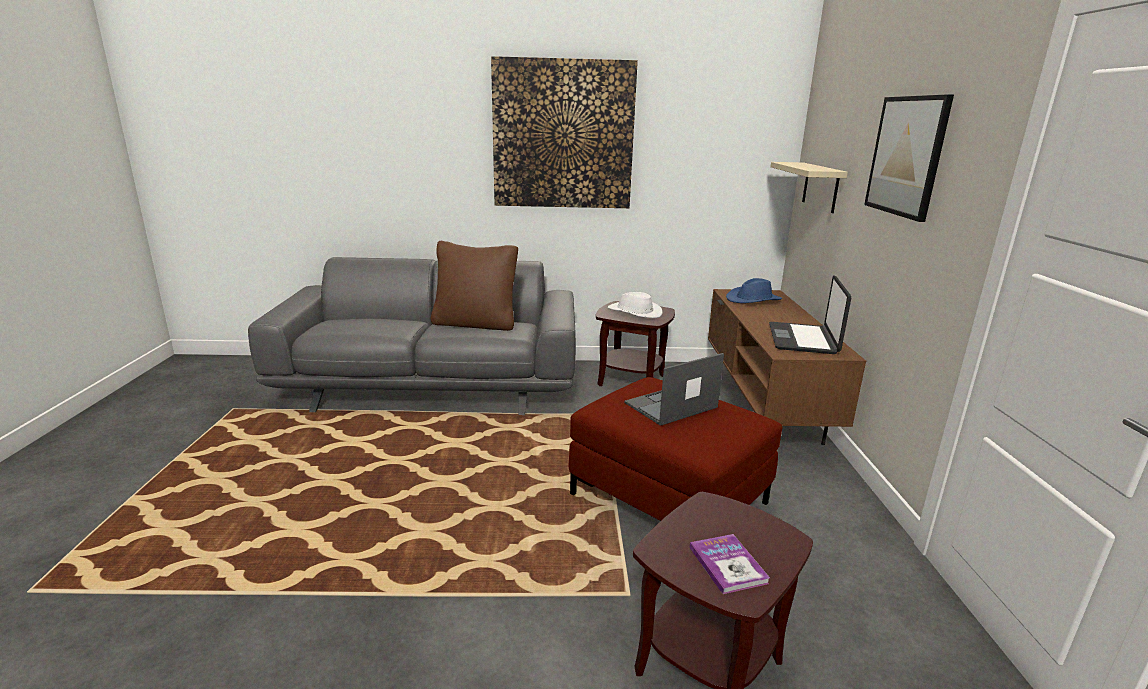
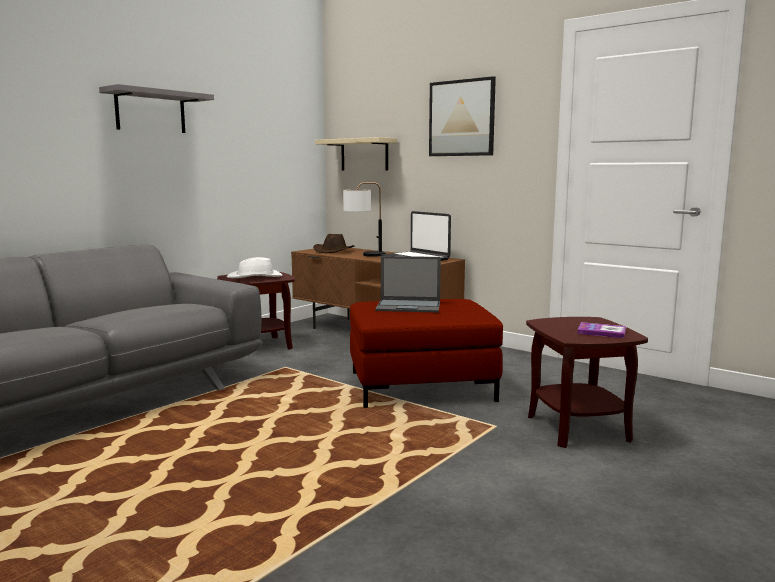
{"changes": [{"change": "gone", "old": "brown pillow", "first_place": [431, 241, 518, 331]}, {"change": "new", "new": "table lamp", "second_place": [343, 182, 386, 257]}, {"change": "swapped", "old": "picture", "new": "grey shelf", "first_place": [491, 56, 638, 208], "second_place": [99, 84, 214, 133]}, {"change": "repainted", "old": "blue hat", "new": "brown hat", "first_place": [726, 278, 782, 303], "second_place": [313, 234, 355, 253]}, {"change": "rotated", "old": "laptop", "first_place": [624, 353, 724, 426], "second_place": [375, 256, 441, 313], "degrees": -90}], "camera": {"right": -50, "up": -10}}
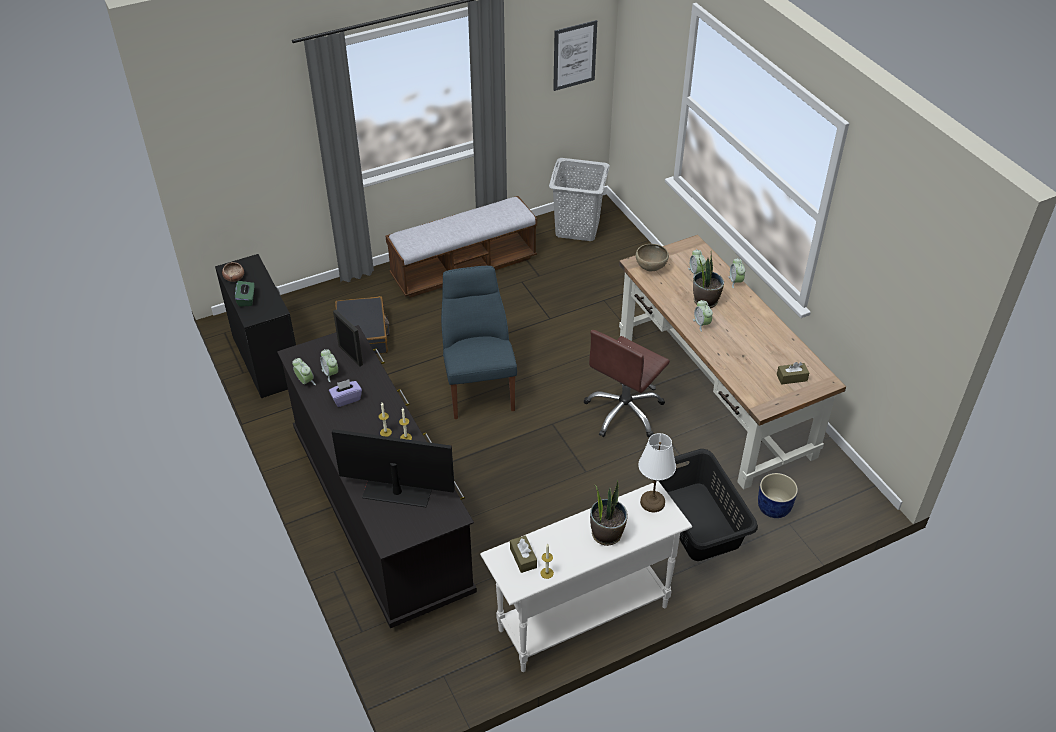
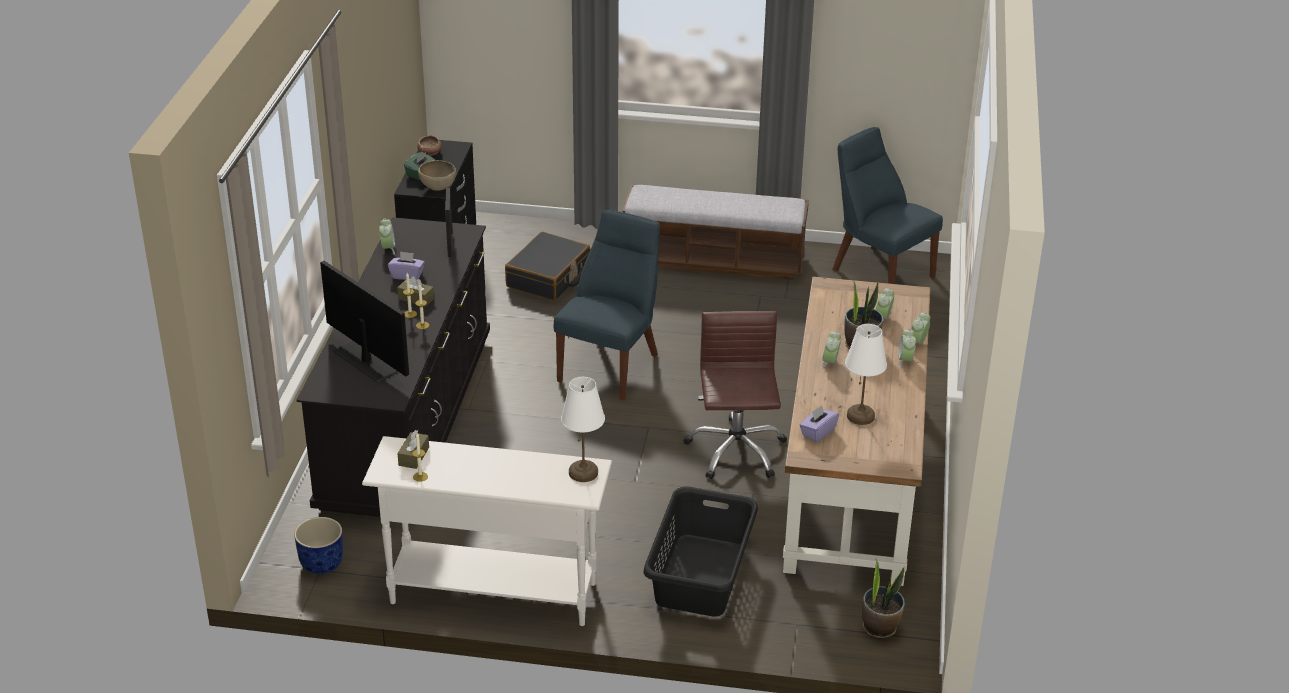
{"changes": [{"change": "gone", "old": "picture", "first_place": [553, 20, 597, 91]}, {"change": "new", "new": "purple tissue box", "second_place": [800, 405, 839, 442]}, {"change": "new", "new": "white table lamp", "second_place": [845, 324, 887, 425]}, {"change": "shifted", "old": "alarm clock", "first_place": [320, 349, 338, 382], "second_place": [898, 329, 916, 368]}, {"change": "shifted", "old": "potted plant", "first_place": [590, 480, 628, 546], "second_place": [862, 559, 905, 639]}, {"change": "shifted", "old": "brown bowl", "first_place": [636, 244, 669, 271], "second_place": [418, 160, 456, 191]}, {"change": "shifted", "old": "blue planter", "first_place": [758, 473, 798, 518], "second_place": [294, 517, 343, 574]}, {"change": "shifted", "old": "brown tissue box", "first_place": [777, 362, 809, 385], "second_place": [397, 276, 434, 307]}, {"change": "swapped", "old": "grey laundry basket", "new": "blue chair", "first_place": [549, 158, 610, 241], "second_place": [832, 127, 943, 284]}, {"change": "rotated", "old": "brown office chair", "first_place": [584, 330, 670, 438], "second_place": [684, 311, 787, 479], "degrees": 105}], "camera": {"right": 35, "up": -10}}
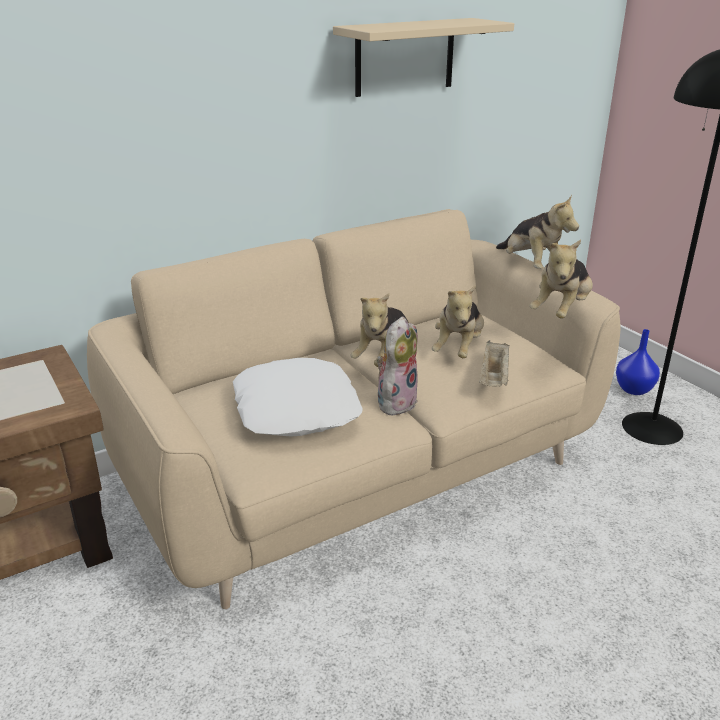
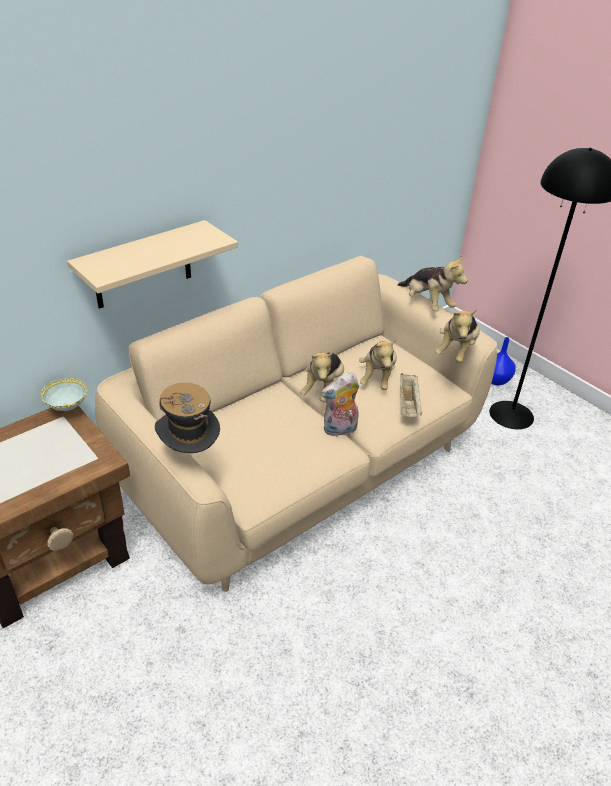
{"changes": [{"change": "gone", "old": "white pillow", "first_place": [233, 358, 363, 437]}, {"change": "new", "new": "bowl", "second_place": [41, 378, 87, 411]}, {"change": "new", "new": "hat", "second_place": [155, 382, 220, 453]}, {"change": "shifted", "old": "beige shelf", "first_place": [333, 18, 514, 97], "second_place": [67, 220, 238, 309]}, {"change": "rotated", "old": "plush toy", "first_place": [377, 316, 418, 415], "second_place": [321, 372, 359, 437], "degrees": -135}], "camera": {"right": -10, "up": 10}}
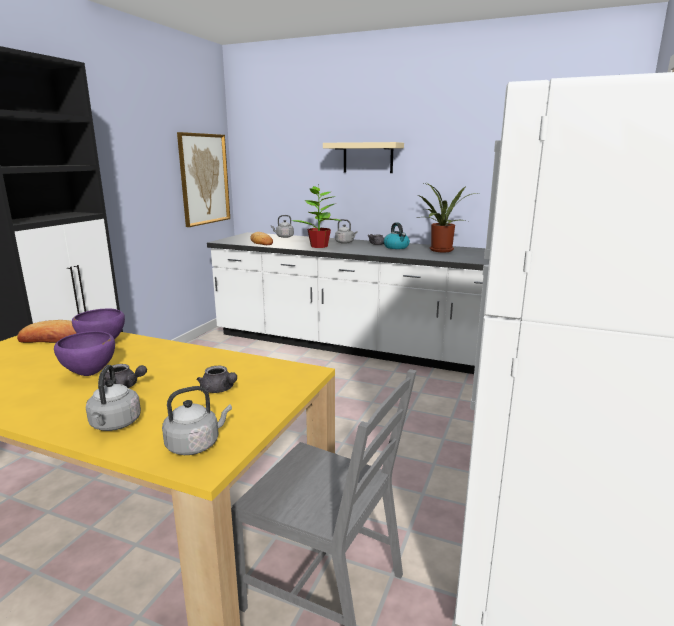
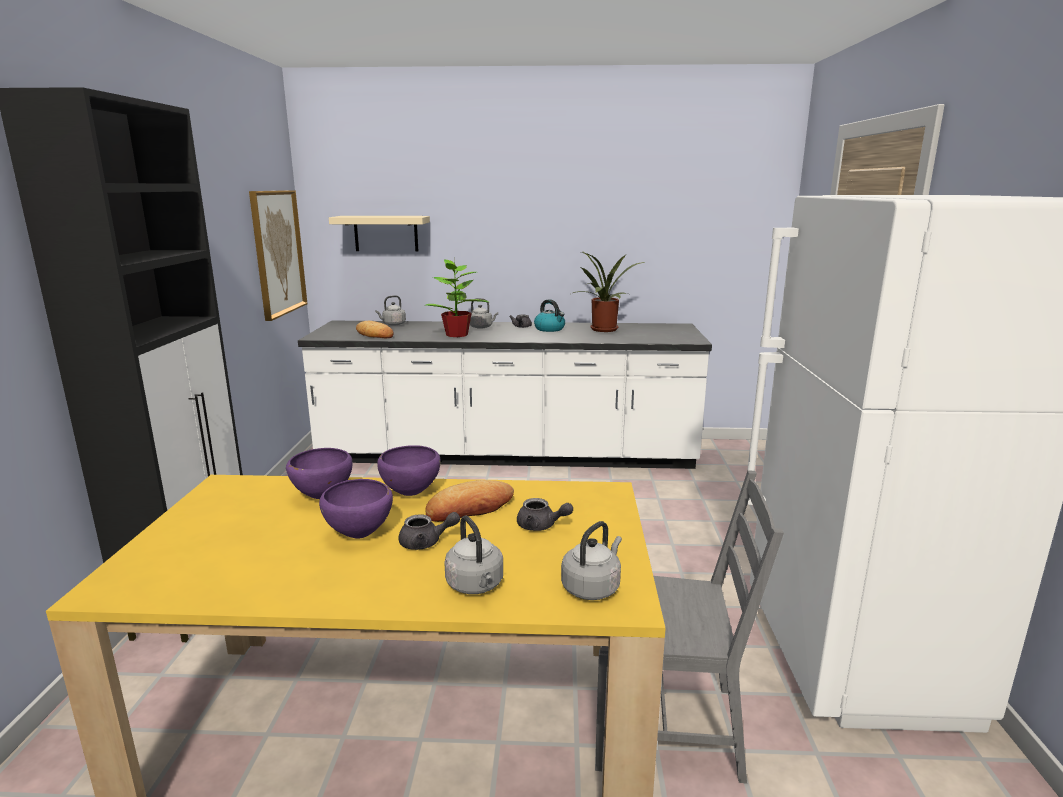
{"changes": [{"change": "new", "new": "purple bowl", "second_place": [377, 445, 441, 496]}, {"change": "shifted", "old": "bread", "first_place": [17, 320, 76, 343], "second_place": [425, 480, 514, 522]}, {"change": "shifted", "old": "beige shelf", "first_place": [323, 142, 404, 173], "second_place": [329, 216, 430, 252]}], "camera": {"right": -20, "up": 0}}
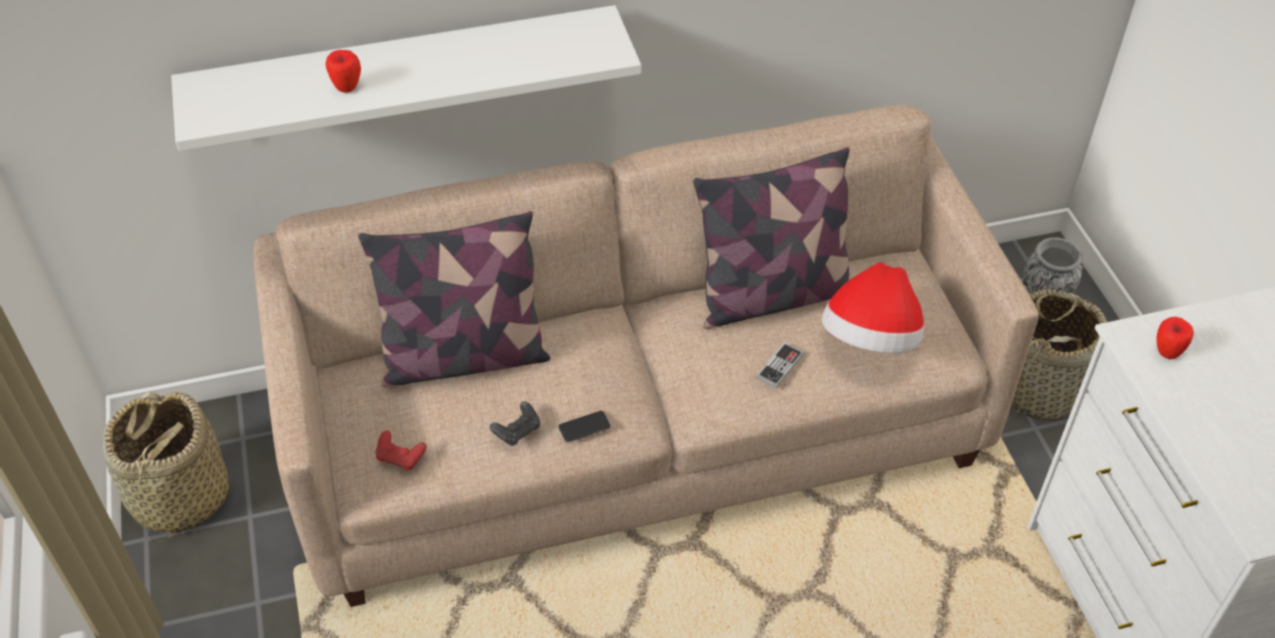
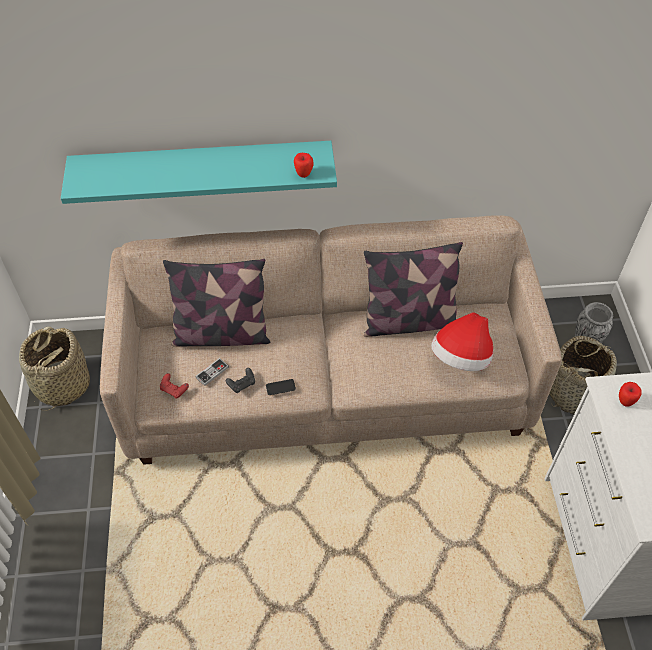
{"changes": [{"change": "shifted", "old": "apple", "first_place": [326, 50, 361, 92], "second_place": [294, 153, 314, 178]}, {"change": "shifted", "old": "game controller", "first_place": [756, 342, 804, 388], "second_place": [195, 358, 229, 386]}, {"change": "repainted", "old": "white shelf", "new": "turquoise shelf", "first_place": [171, 5, 641, 151], "second_place": [61, 141, 337, 204]}], "camera": {"right": 10, "up": 5}}
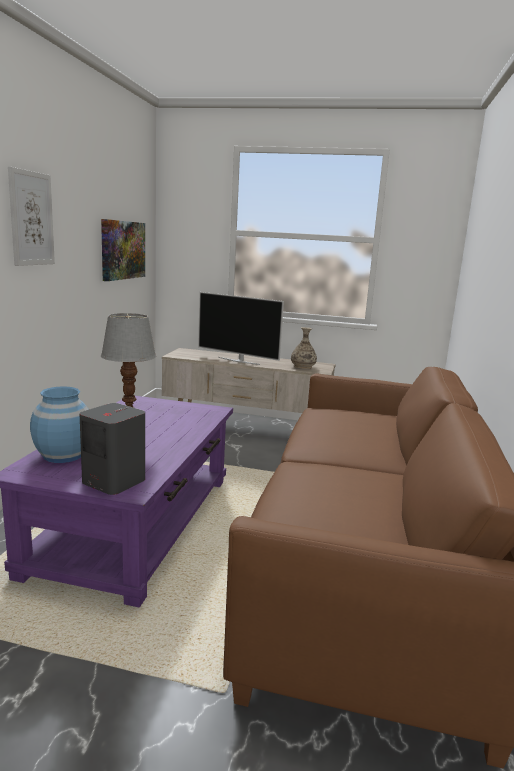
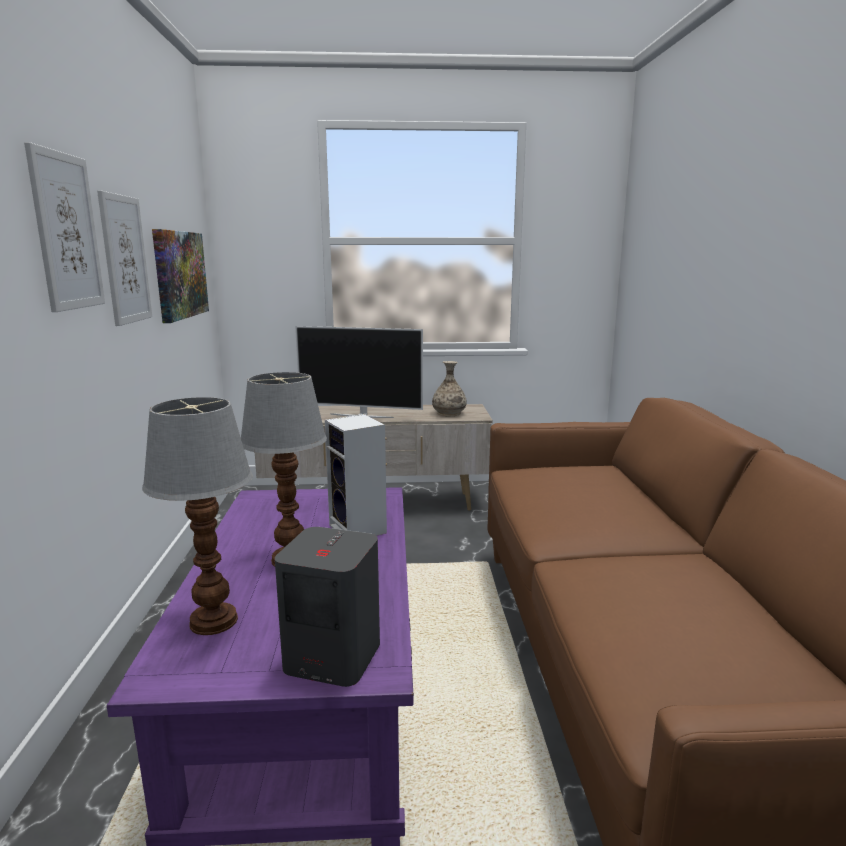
{"changes": [{"change": "new", "new": "picture", "second_place": [97, 191, 152, 326]}, {"change": "new", "new": "speaker", "second_place": [325, 414, 387, 536]}, {"change": "swapped", "old": "blue vase", "new": "table lamp", "first_place": [30, 387, 89, 463], "second_place": [142, 397, 253, 635]}], "camera": {"right": -15, "up": 0}}
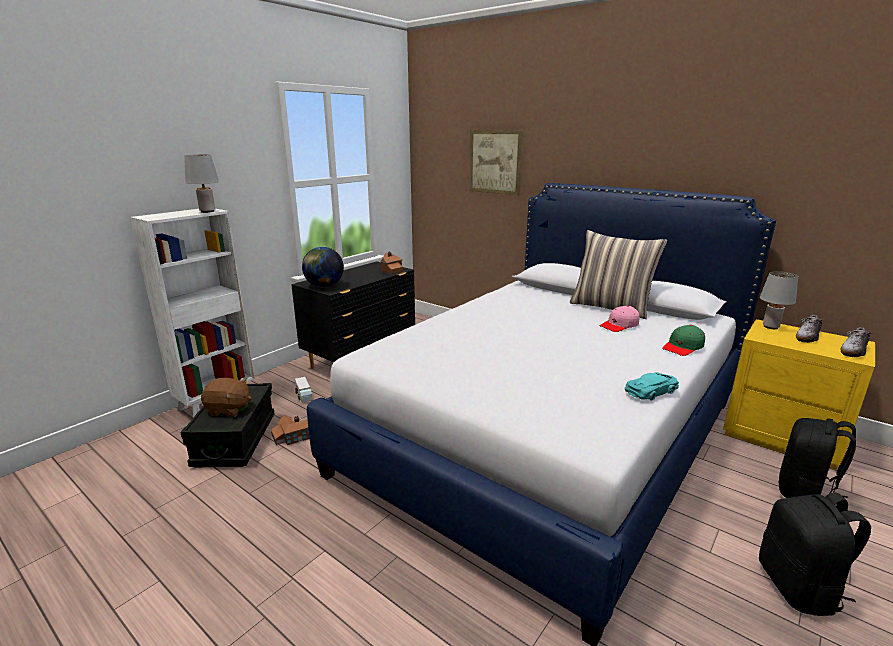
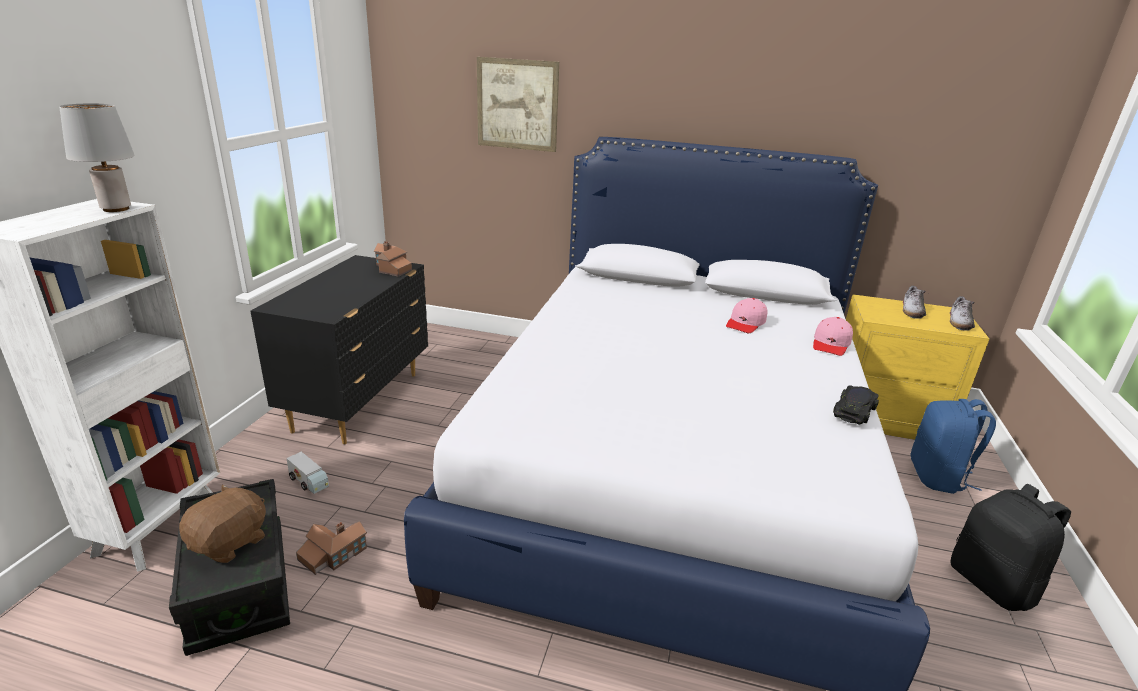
{"changes": [{"change": "gone", "old": "globe", "first_place": [302, 247, 344, 287]}, {"change": "gone", "old": "pillow", "first_place": [570, 230, 667, 319]}, {"change": "gone", "old": "grey table lamp", "first_place": [760, 271, 799, 329]}, {"change": "repainted", "old": "turquoise toy car", "new": "black toy car", "first_place": [625, 372, 679, 401], "second_place": [833, 385, 879, 425]}, {"change": "repainted", "old": "green cap", "new": "pink cap", "first_place": [662, 325, 705, 356], "second_place": [813, 317, 853, 356]}, {"change": "repainted", "old": "black backpack", "new": "blue backpack", "first_place": [778, 418, 856, 507], "second_place": [910, 399, 996, 494]}, {"change": "rotated", "old": "brown plush toy", "first_place": [201, 378, 251, 417], "second_place": [179, 484, 266, 563], "degrees": -45}], "camera": {"right": -25, "up": 5}}
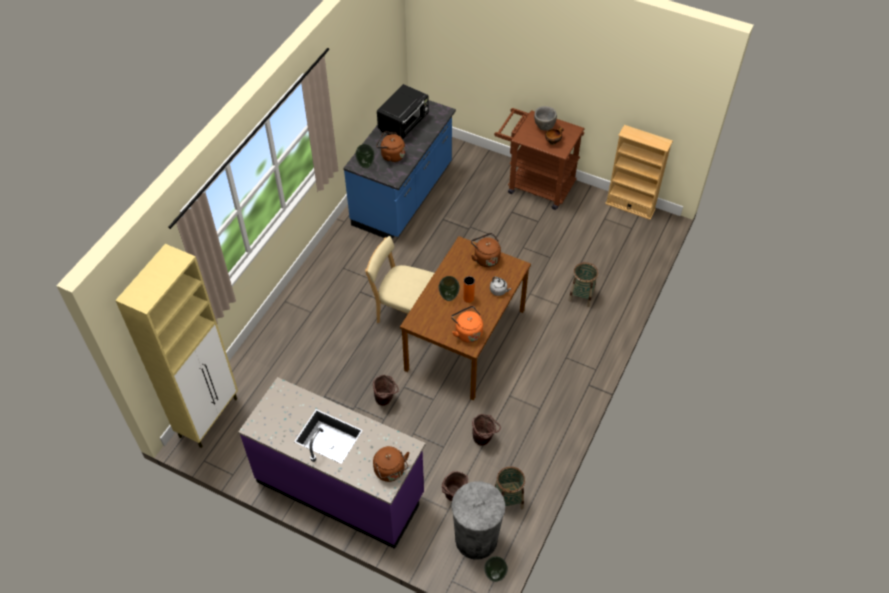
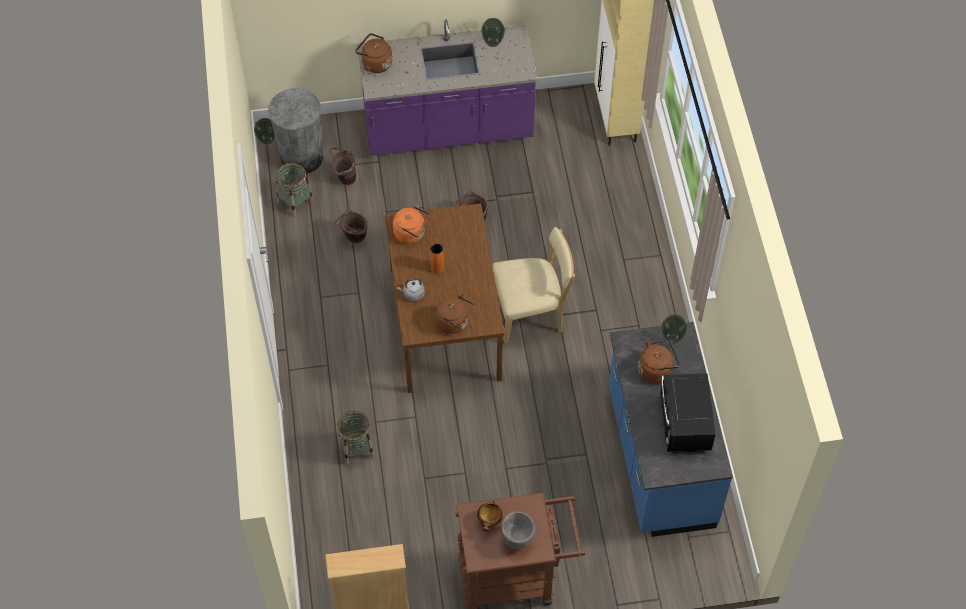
{"changes": [{"change": "shifted", "old": "vase", "first_place": [438, 276, 460, 301], "second_place": [481, 18, 505, 47]}], "camera": {"right": 145, "up": 5}}
